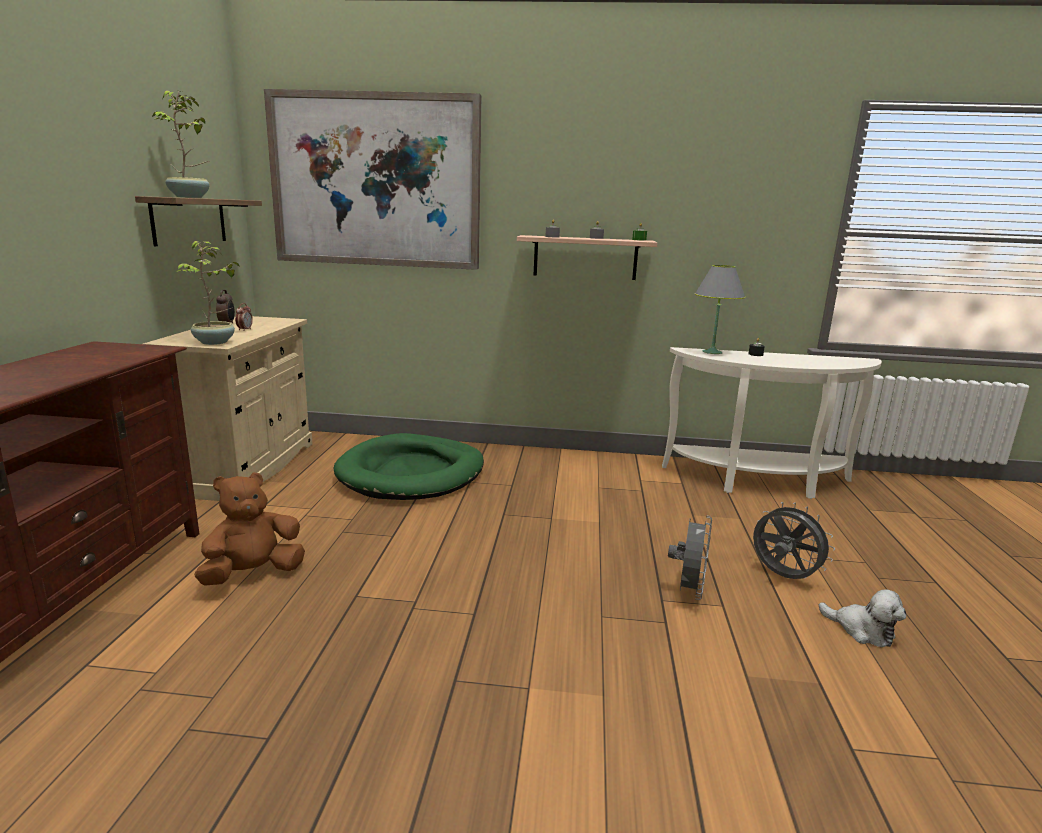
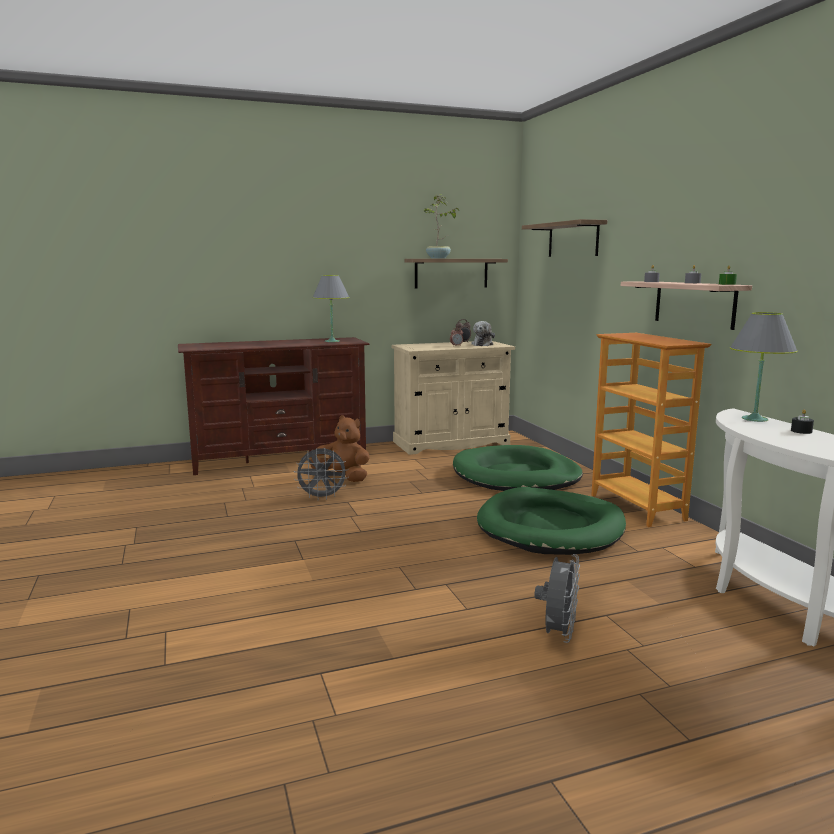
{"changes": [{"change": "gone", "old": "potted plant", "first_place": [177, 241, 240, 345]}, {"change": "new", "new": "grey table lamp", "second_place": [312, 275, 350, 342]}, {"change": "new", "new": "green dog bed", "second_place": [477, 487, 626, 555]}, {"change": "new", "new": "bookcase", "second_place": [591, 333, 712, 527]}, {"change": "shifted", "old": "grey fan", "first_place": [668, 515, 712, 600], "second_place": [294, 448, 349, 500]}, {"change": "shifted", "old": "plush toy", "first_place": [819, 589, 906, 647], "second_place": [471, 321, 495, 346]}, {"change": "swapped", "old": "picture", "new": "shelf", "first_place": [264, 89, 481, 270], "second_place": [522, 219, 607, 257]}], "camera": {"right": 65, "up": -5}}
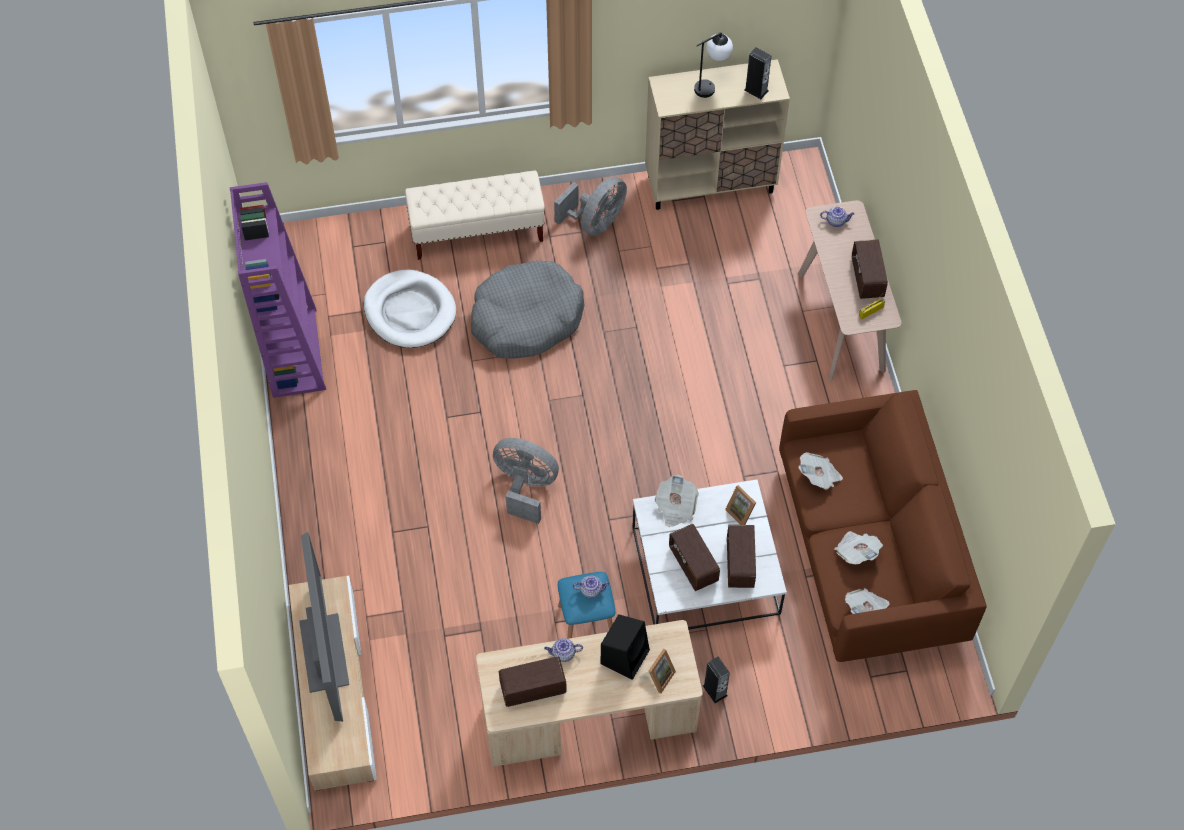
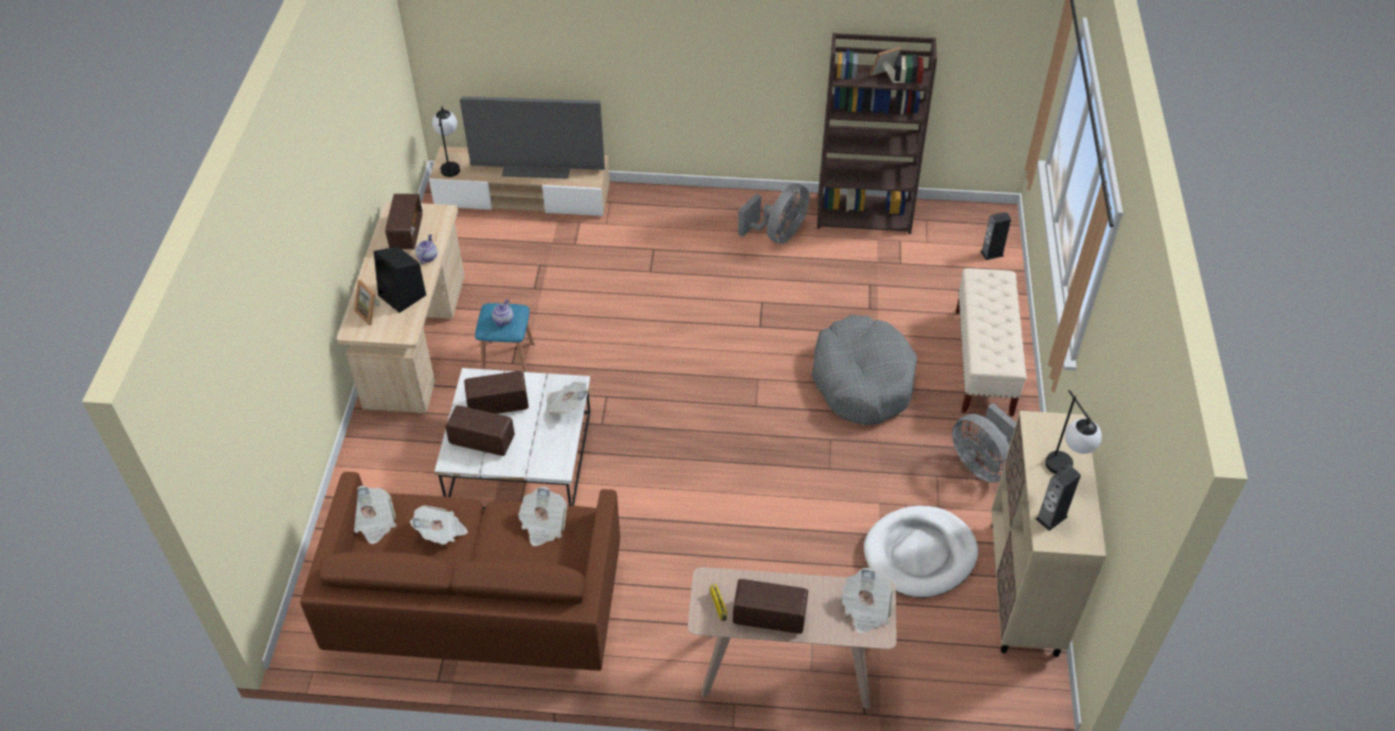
{"changes": [{"change": "new", "new": "table lamp", "second_place": [432, 107, 460, 177]}, {"change": "shifted", "old": "white dog bed", "first_place": [364, 270, 456, 348], "second_place": [864, 506, 978, 598]}, {"change": "shifted", "old": "grey fan", "first_place": [493, 438, 559, 524], "second_place": [738, 184, 809, 244]}, {"change": "shifted", "old": "speaker", "first_place": [703, 657, 730, 703], "second_place": [980, 212, 1011, 260]}, {"change": "shifted", "old": "picture frame", "first_place": [725, 485, 756, 525], "second_place": [870, 47, 901, 83]}, {"change": "swapped", "old": "teapot", "new": "newspaper", "first_place": [820, 207, 855, 227], "second_place": [841, 568, 895, 634]}, {"change": "repainted", "old": "purple bookcase", "new": "brown bookcase", "first_place": [230, 182, 326, 398], "second_place": [817, 33, 937, 234]}], "camera": {"right": 105, "up": -10}}
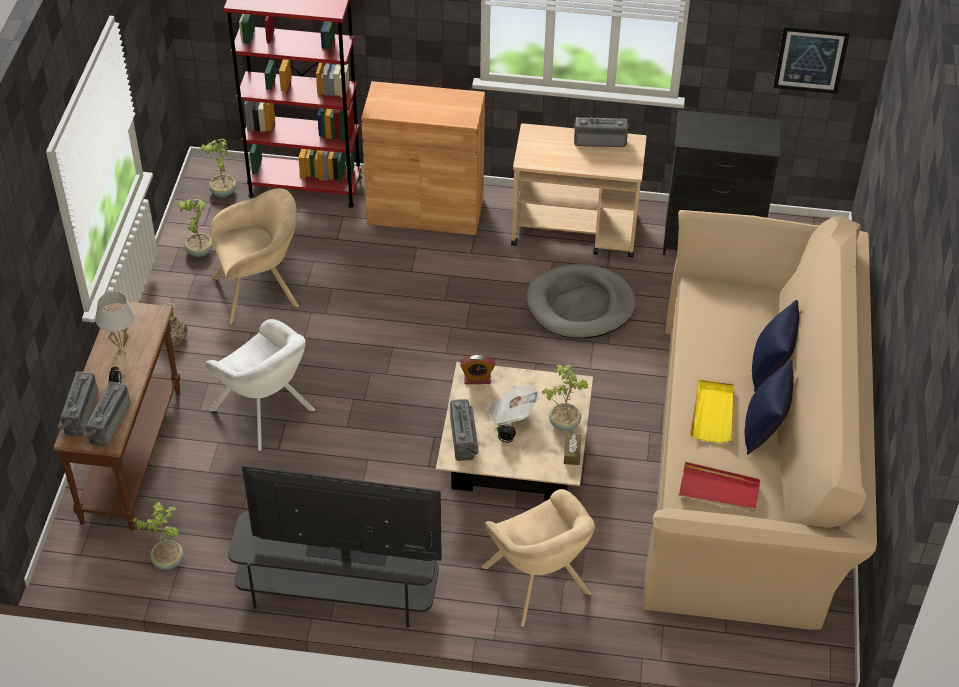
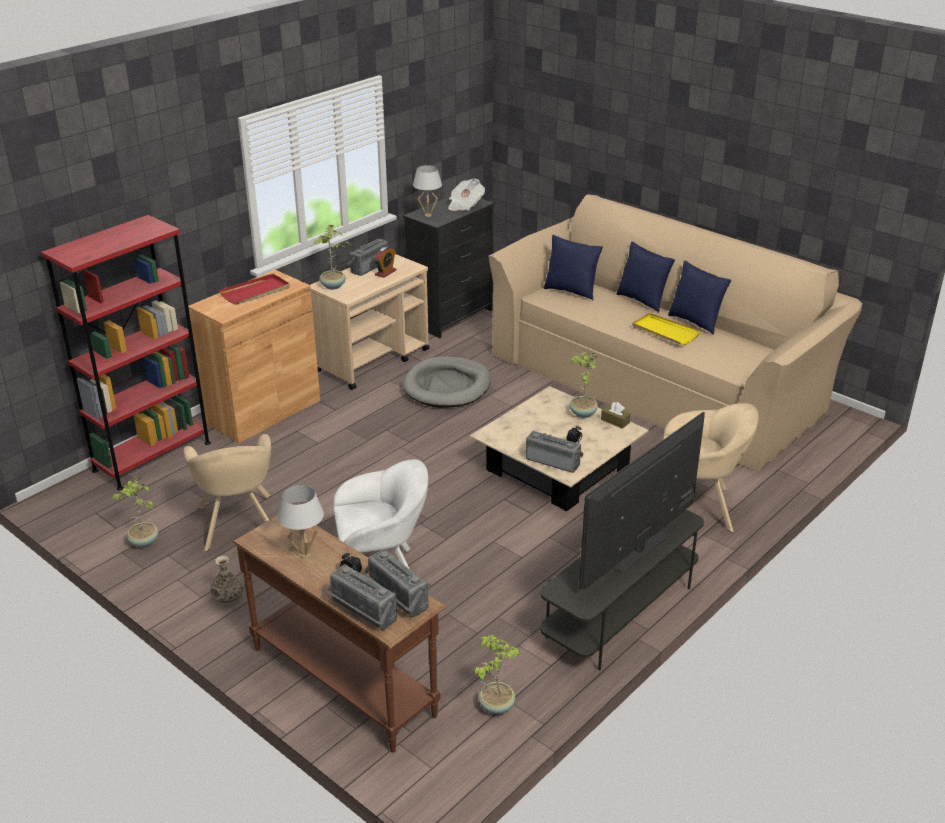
{"changes": [{"change": "gone", "old": "picture", "first_place": [773, 25, 850, 94]}, {"change": "new", "new": "white table lamp", "second_place": [413, 165, 442, 217]}, {"change": "new", "new": "blue pillow", "second_place": [543, 235, 603, 300]}, {"change": "shifted", "old": "potted plant", "first_place": [200, 139, 236, 197], "second_place": [314, 224, 350, 289]}, {"change": "shifted", "old": "alarm clock", "first_place": [460, 355, 495, 384], "second_place": [374, 247, 396, 278]}, {"change": "shifted", "old": "newspaper", "first_place": [487, 384, 539, 425], "second_place": [448, 179, 485, 211]}, {"change": "shifted", "old": "red tray", "first_place": [679, 462, 760, 512], "second_place": [219, 274, 290, 305]}, {"change": "rotated", "old": "beige armchair", "first_place": [210, 189, 300, 325], "second_place": [183, 434, 271, 552], "degrees": 150}], "camera": {"right": -55, "up": -15}}
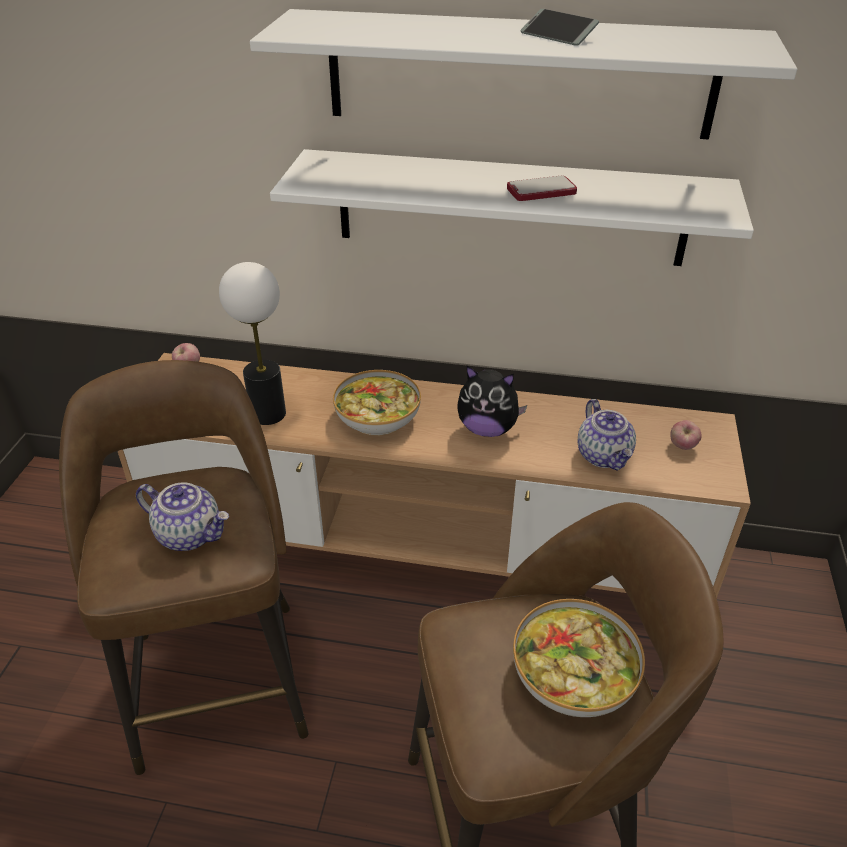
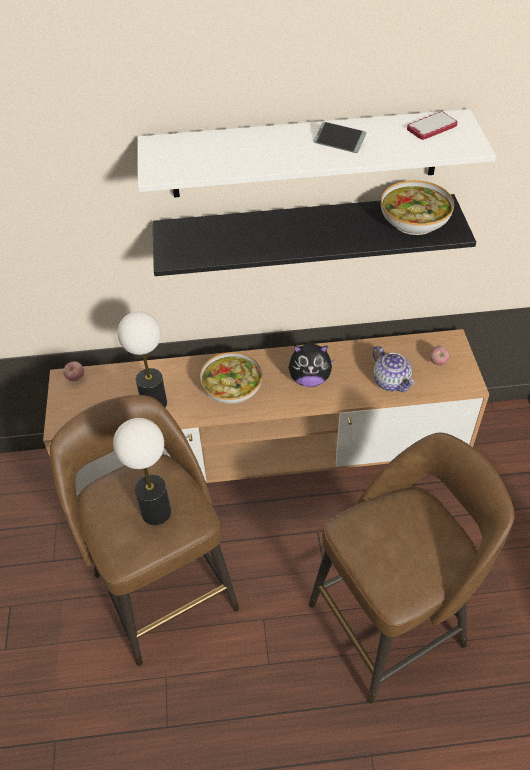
{"changes": [{"change": "shifted", "old": "phone", "first_place": [507, 176, 577, 201], "second_place": [407, 112, 458, 140]}, {"change": "shifted", "old": "bowl", "first_place": [513, 599, 645, 717], "second_place": [381, 180, 454, 235]}, {"change": "swapped", "old": "teapot", "new": "table lamp", "first_place": [136, 482, 229, 551], "second_place": [113, 418, 171, 525]}, {"change": "repainted", "old": "white shelf", "new": "black shelf", "first_place": [270, 149, 754, 266], "second_place": [153, 194, 476, 276]}], "camera": {"right": -15, "up": 10}}
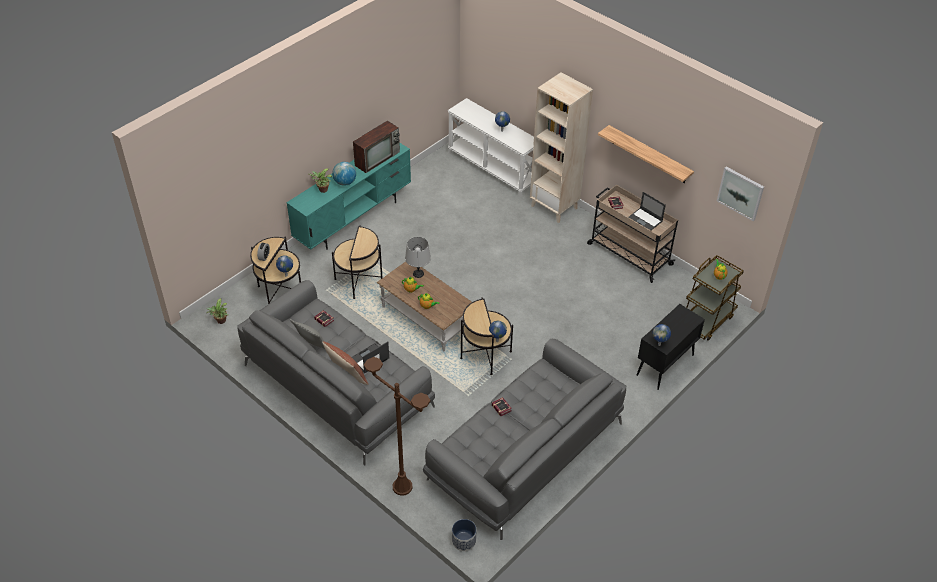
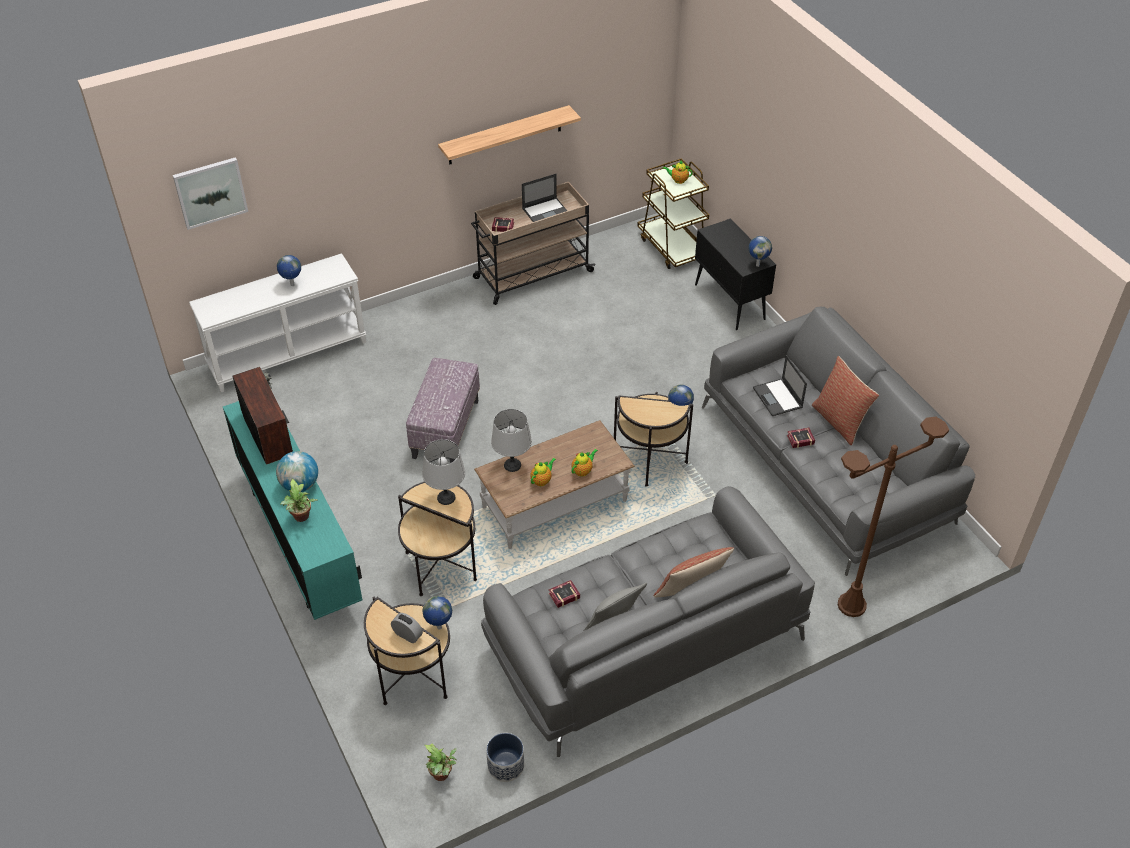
{"changes": [{"change": "gone", "old": "beige bookcase", "first_place": [530, 72, 593, 223]}, {"change": "new", "new": "ottoman", "second_place": [406, 358, 480, 463]}, {"change": "new", "new": "grey table lamp", "second_place": [422, 439, 465, 505]}, {"change": "new", "new": "pillow", "second_place": [812, 356, 879, 445]}, {"change": "shifted", "old": "laptop", "first_place": [352, 342, 390, 373], "second_place": [753, 355, 807, 416]}, {"change": "shifted", "old": "planter", "first_place": [452, 519, 476, 551], "second_place": [486, 733, 524, 782]}, {"change": "shifted", "old": "picture", "first_place": [717, 167, 764, 221], "second_place": [173, 157, 248, 230]}], "camera": {"right": -70, "up": 0}}
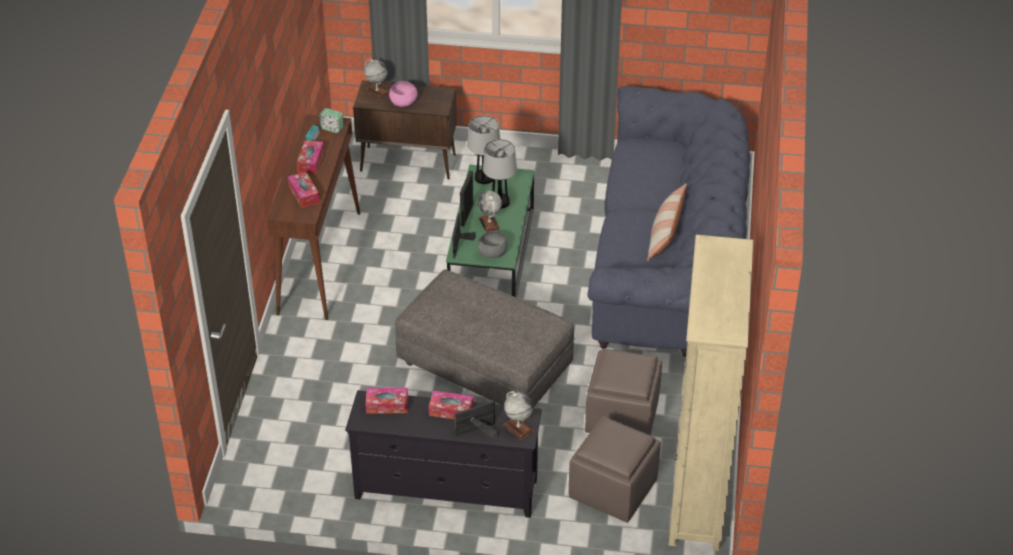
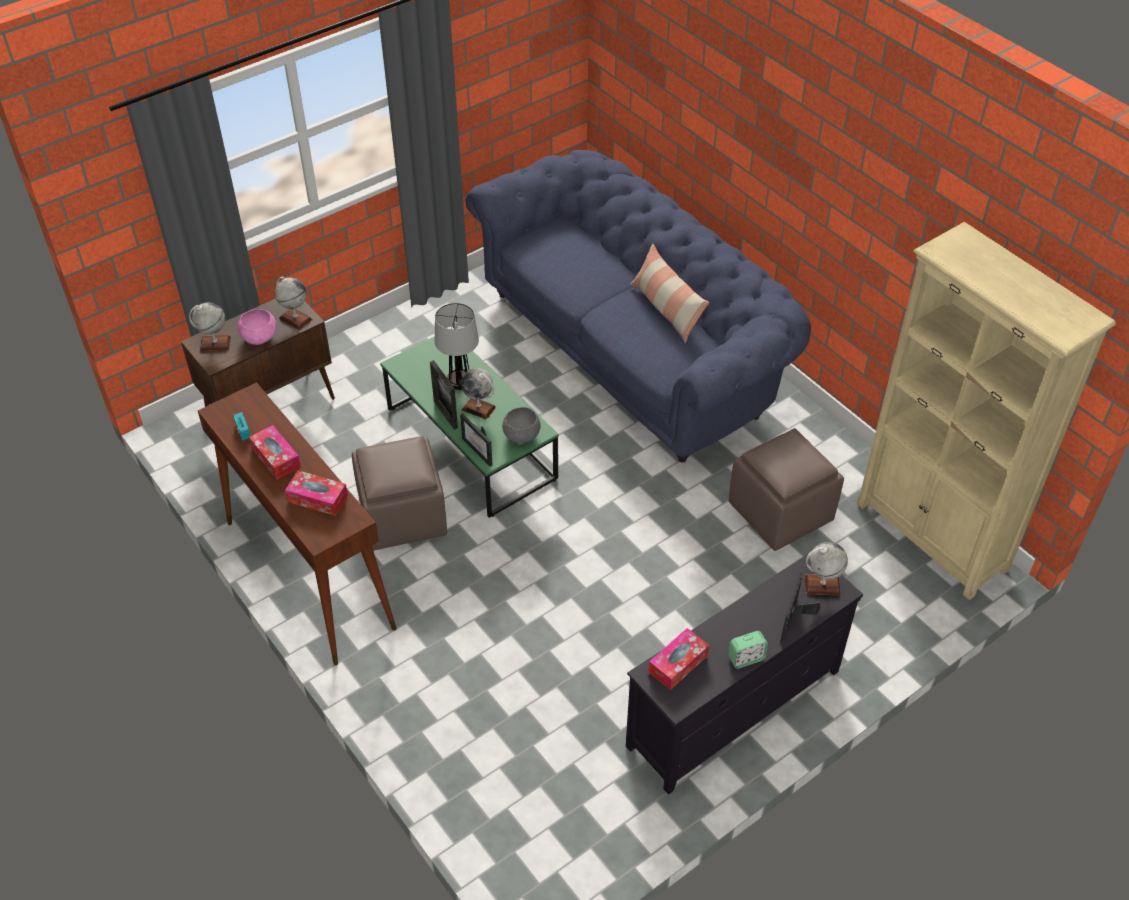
{"changes": [{"change": "gone", "old": "grey ottoman", "first_place": [395, 269, 575, 408]}, {"change": "gone", "old": "tissue box", "first_place": [429, 391, 474, 419]}, {"change": "gone", "old": "table lamp", "first_place": [467, 115, 500, 184]}, {"change": "new", "new": "globe", "second_place": [275, 277, 313, 330]}, {"change": "shifted", "old": "alarm clock", "first_place": [319, 108, 344, 133], "second_place": [728, 631, 768, 669]}, {"change": "shifted", "old": "brown ottoman", "first_place": [569, 416, 661, 523], "second_place": [352, 436, 447, 551]}], "camera": {"right": -45, "up": 5}}
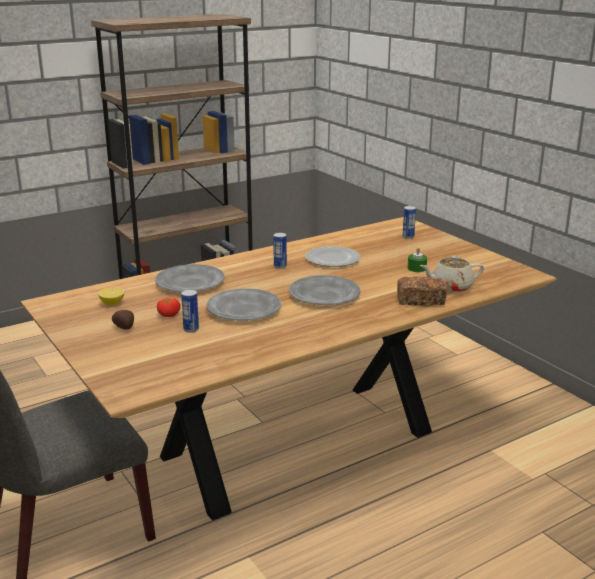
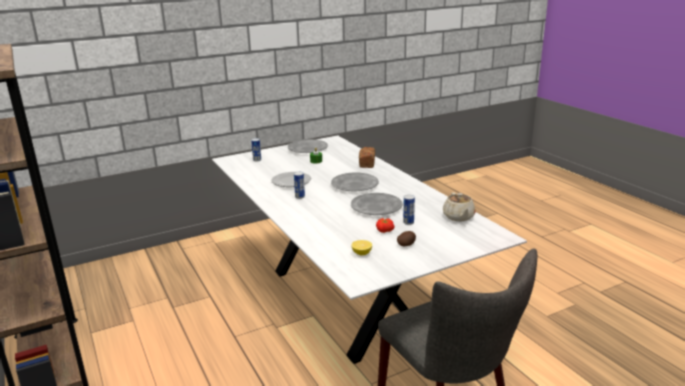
{"changes": [{"change": "shifted", "old": "grey plate", "first_place": [155, 264, 225, 292], "second_place": [288, 139, 328, 153]}, {"change": "shifted", "old": "beige teapot", "first_place": [420, 256, 484, 292], "second_place": [443, 192, 476, 221]}, {"change": "repainted", "old": "brown dining table", "new": "white dining table", "first_place": [20, 217, 556, 520], "second_place": [212, 135, 527, 364]}], "camera": {"right": -85, "up": 0}}
